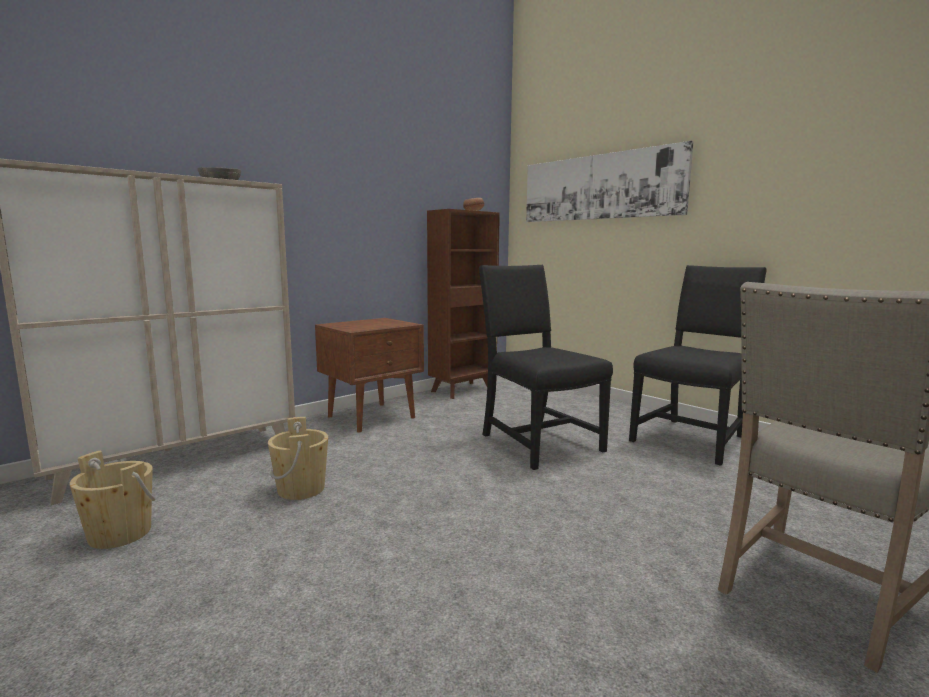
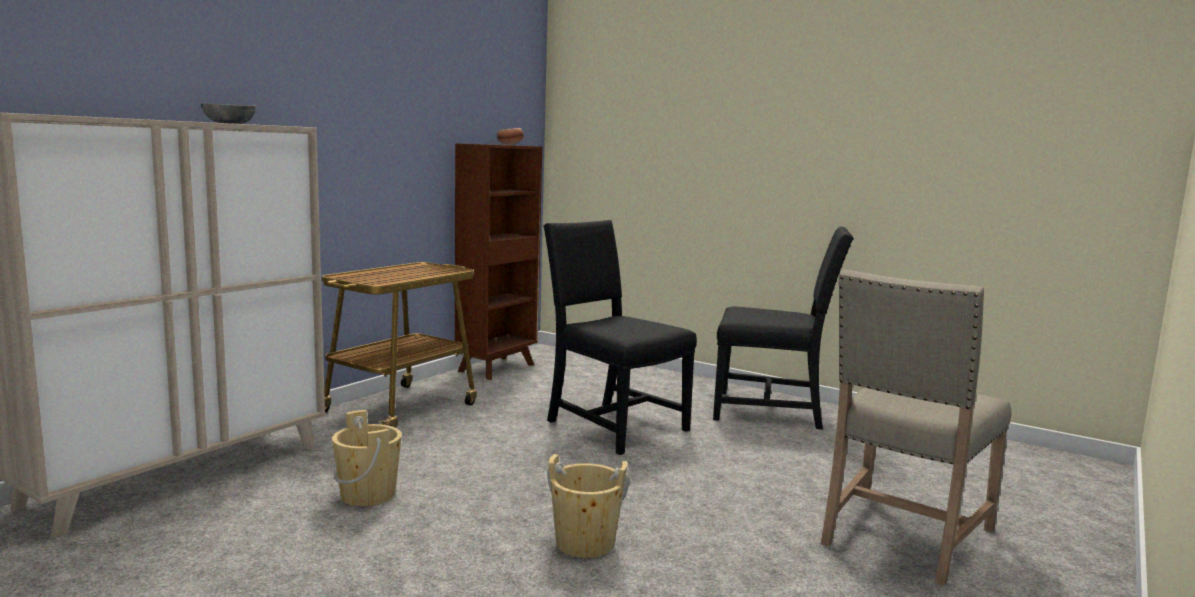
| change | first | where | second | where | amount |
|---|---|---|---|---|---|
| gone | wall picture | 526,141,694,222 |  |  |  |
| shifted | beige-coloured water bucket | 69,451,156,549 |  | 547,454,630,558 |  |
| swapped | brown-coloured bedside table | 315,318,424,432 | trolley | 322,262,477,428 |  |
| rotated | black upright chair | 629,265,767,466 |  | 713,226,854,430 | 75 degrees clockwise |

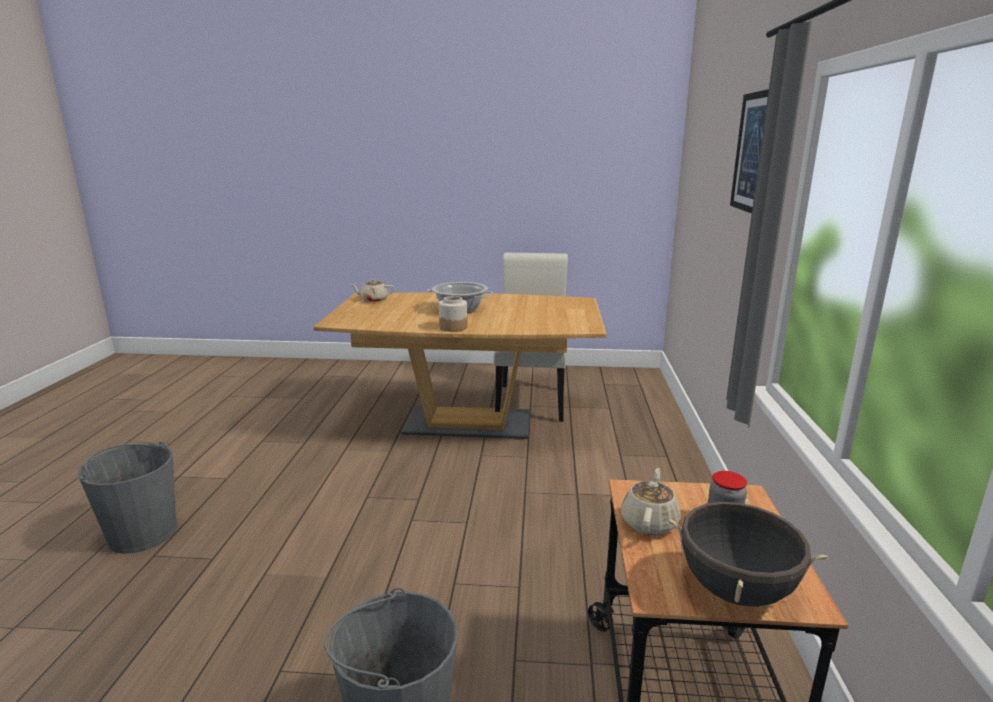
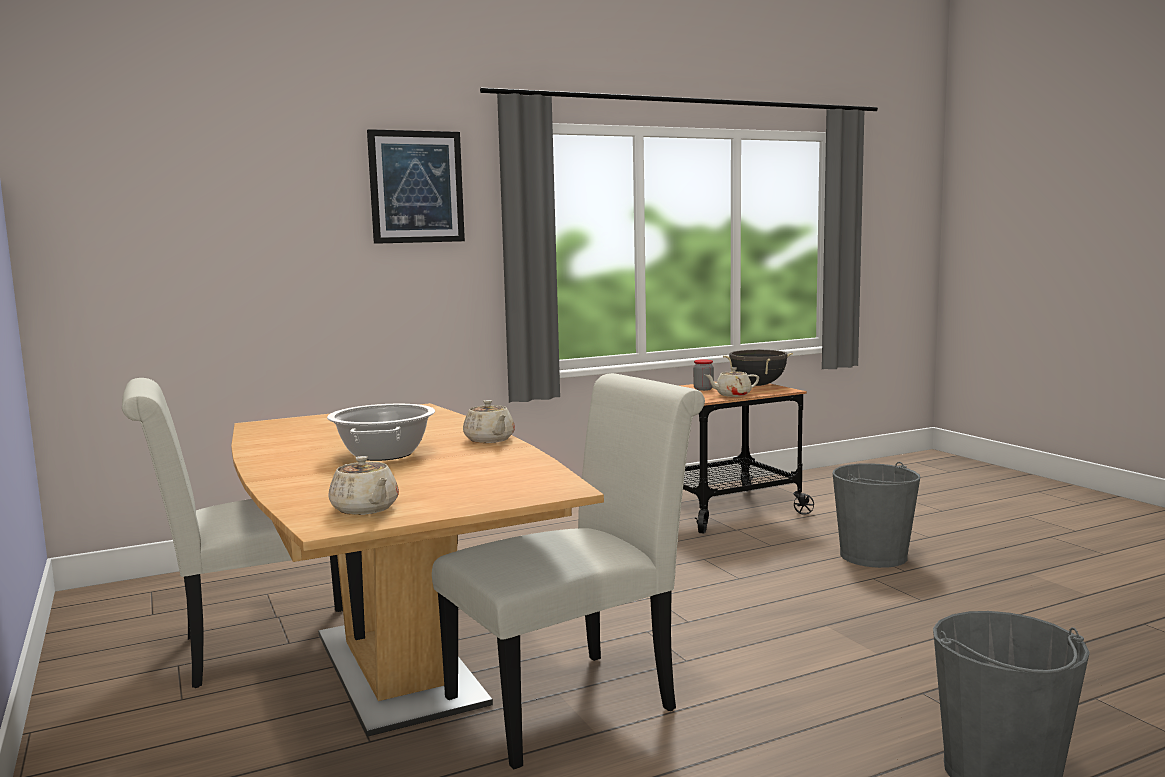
| change | first | where | second | where | amount |
|---|---|---|---|---|---|
| new |  |  | white-coloured upright chair | 432,373,705,769 |  |
| swapped | jar | 439,296,467,332 | beige-coloured pot for tea | 463,400,515,443 |  |

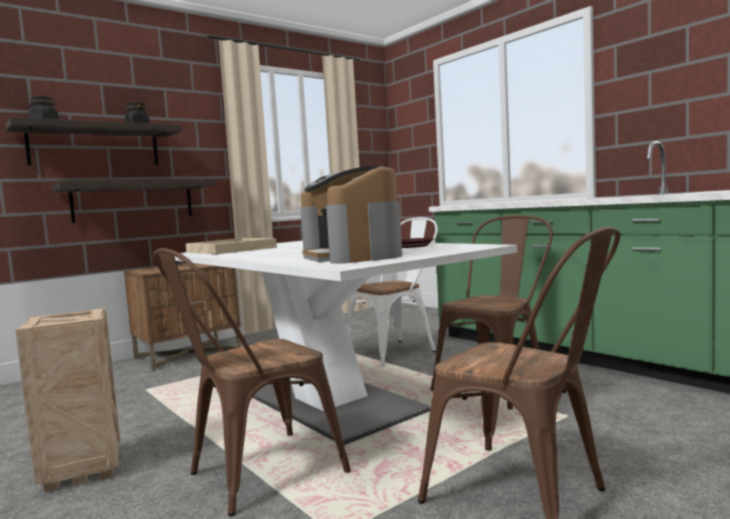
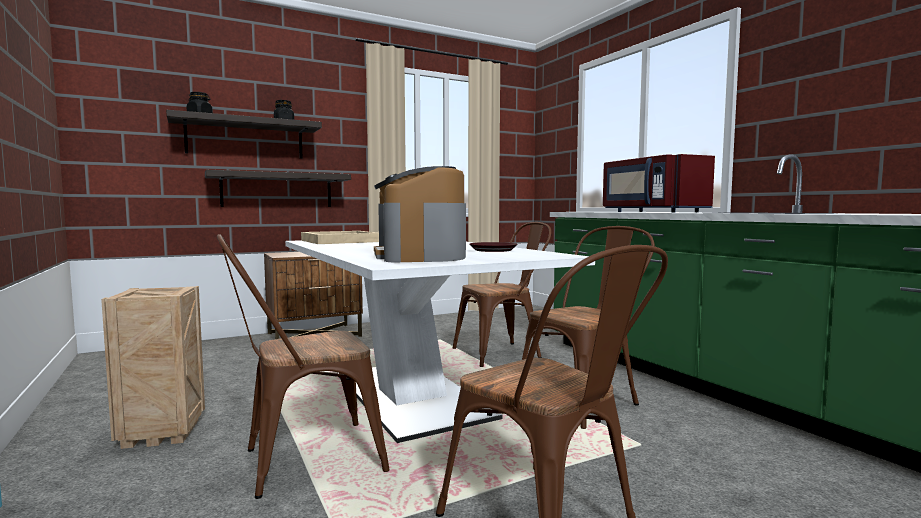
| change | first | where | second | where | amount |
|---|---|---|---|---|---|
| new |  |  | red-coloured microwave oven | 603,154,715,212 |  |
| repainted | white-coloured upright chair | 347,217,438,366 | brown-coloured upright chair | 453,222,551,367 |  |

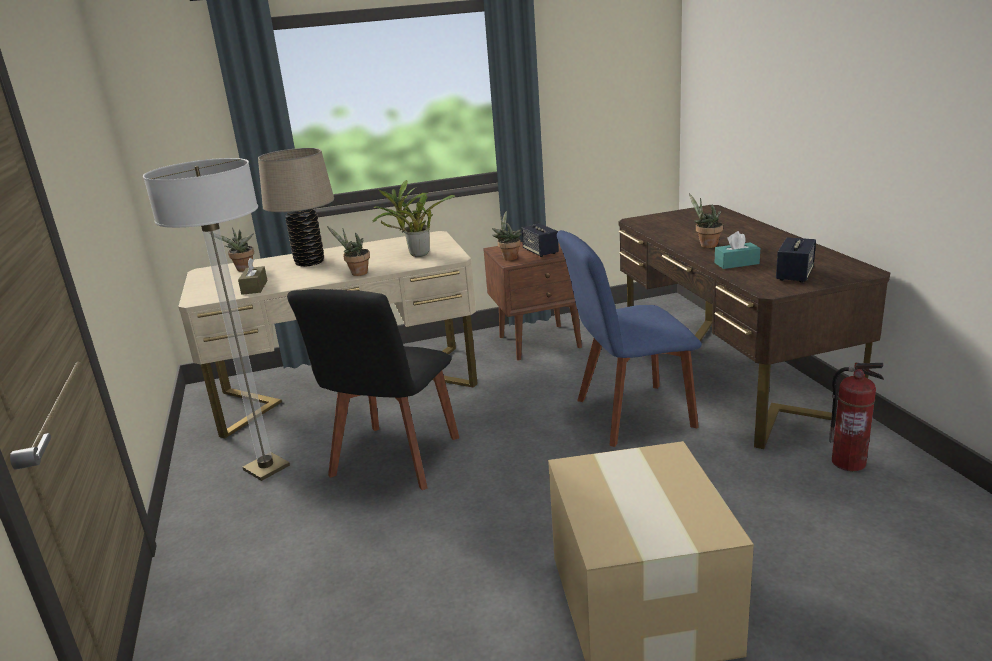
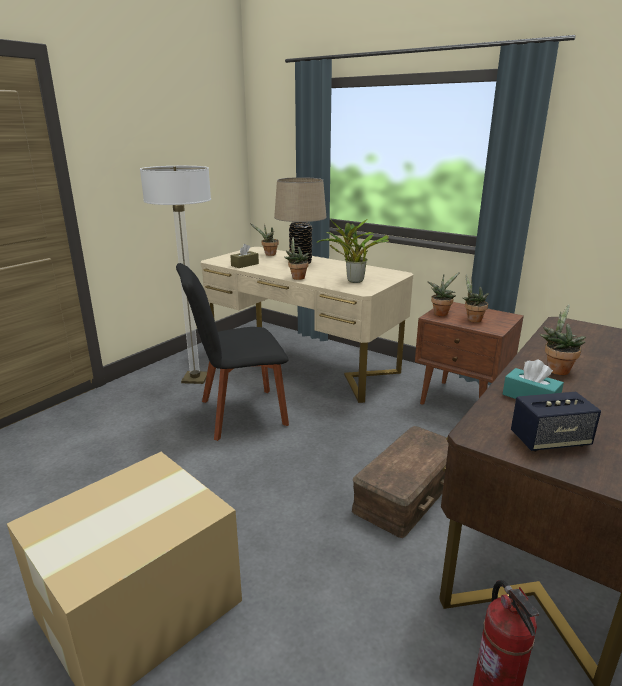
| change | first | where | second | where | amount |
|---|---|---|---|---|---|
| swapped | loudspeaker | 522,224,559,257 | plant in a pot | 463,275,489,322 |  |
| swapped | blue upright chair | 557,230,702,447 | brown-coloured storage bin | 352,426,449,538 |  |

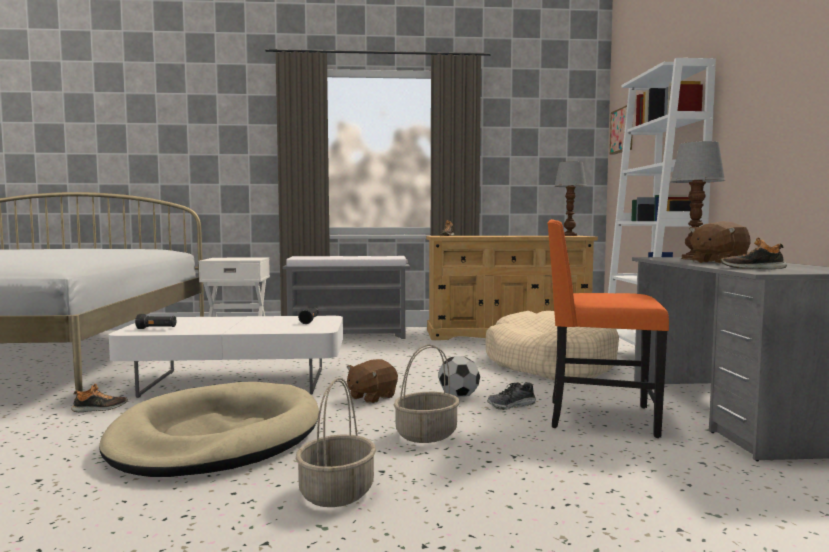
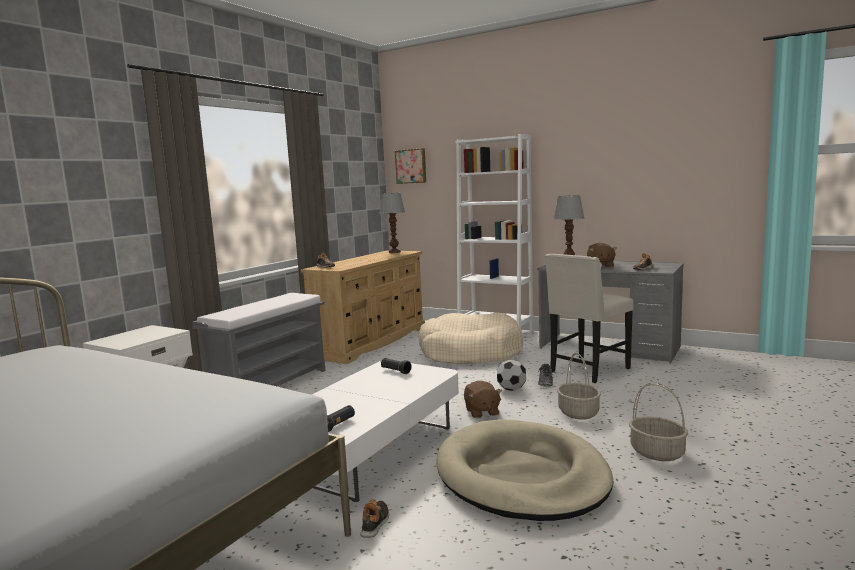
| change | first | where | second | where | amount |
|---|---|---|---|---|---|
| repainted | orangey upright chair | 547,219,669,438 | beige-coloured upright chair | 545,254,633,383 |  |

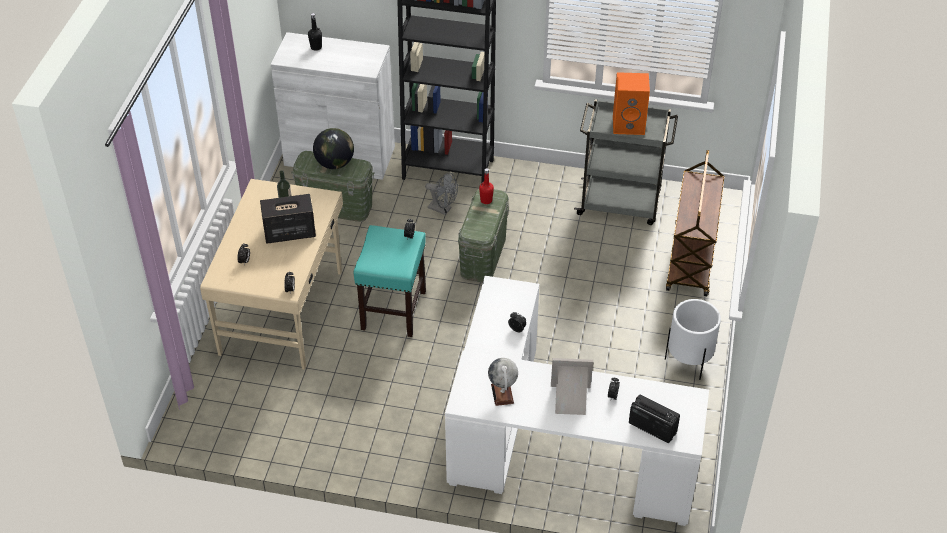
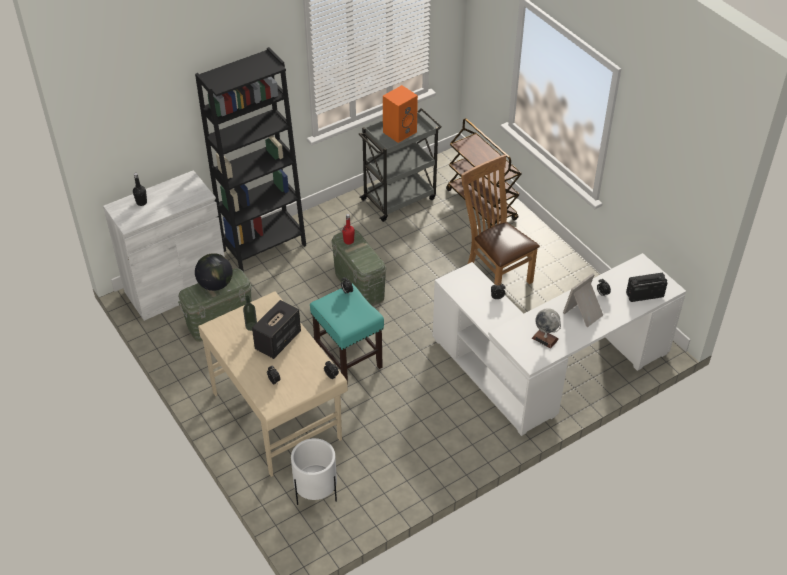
| change | first | where | second | where | amount |
|---|---|---|---|---|---|
| gone | greyish electric fan | 425,173,458,215 |  |  |  |
| new |  |  | brown-coloured upright chair | 461,154,540,285 |  |
| shifted | white-coloured planter | 665,299,721,380 |  | 291,438,337,505 |  |

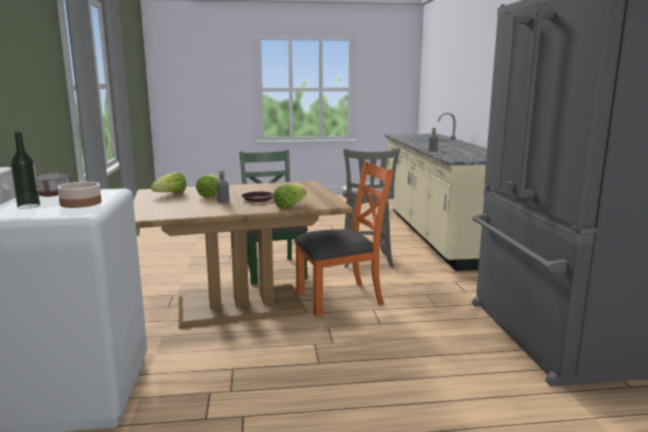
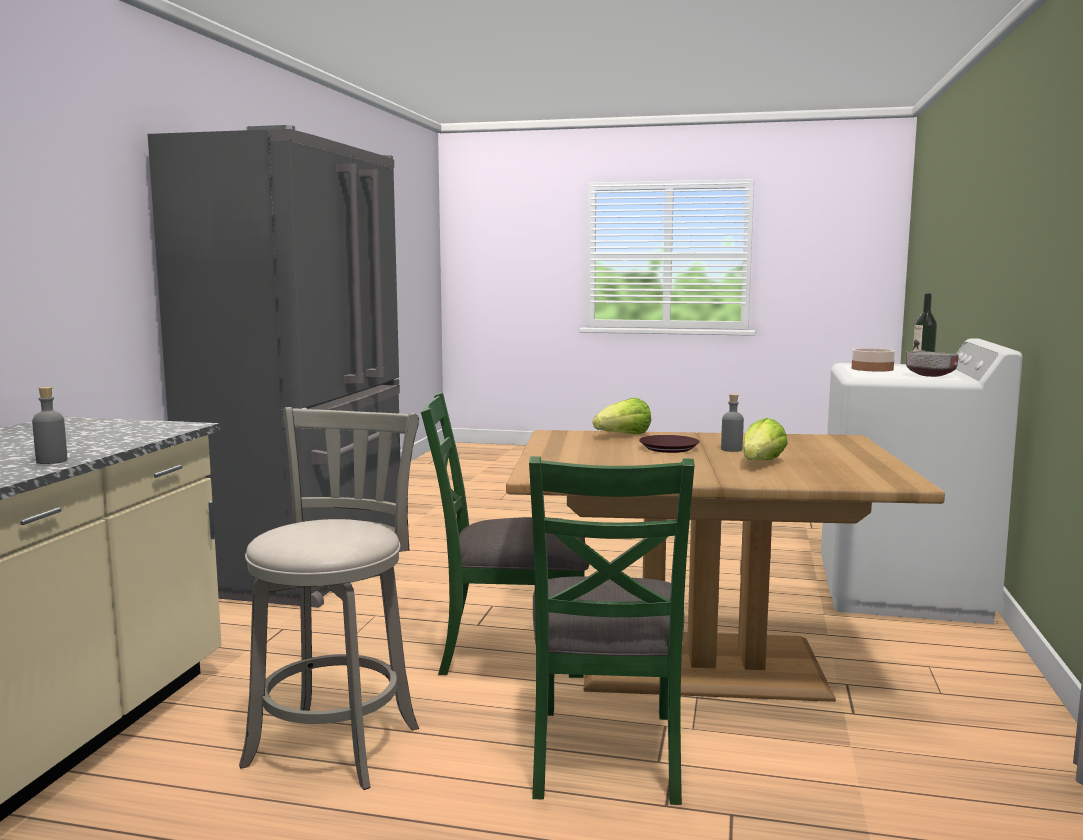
| change | first | where | second | where | amount |
|---|---|---|---|---|---|
| gone | lettuce | 151,172,186,193 |  |  |  |
| repainted | orangey upright chair | 294,161,394,317 | green-coloured upright chair | 421,392,589,678 |  |

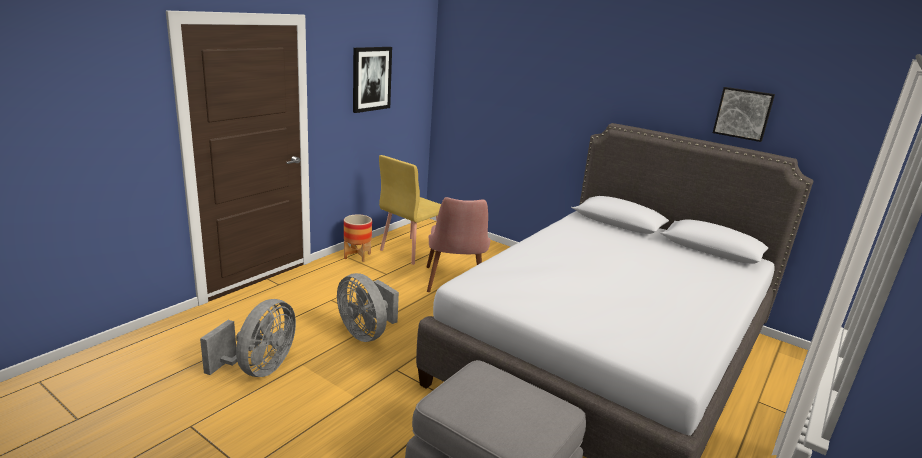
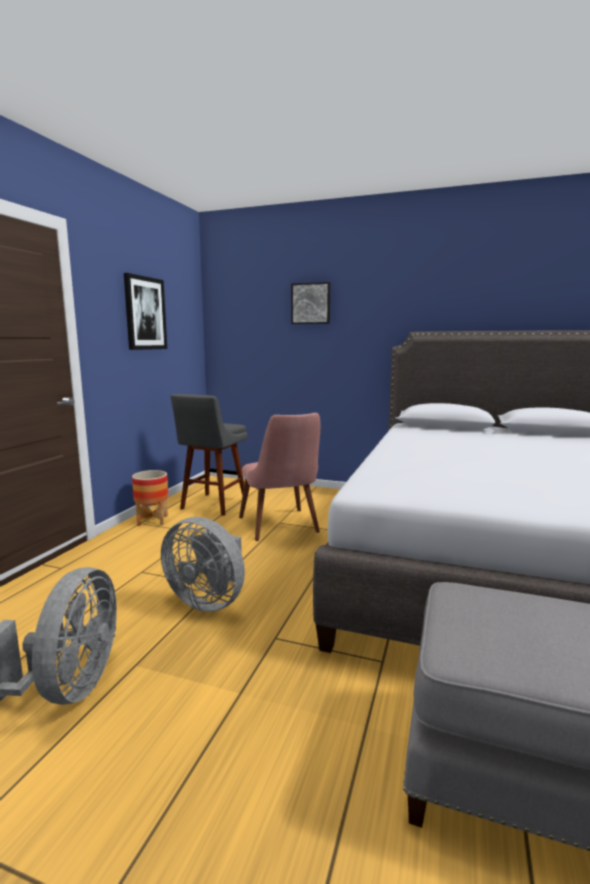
| change | first | where | second | where | amount |
|---|---|---|---|---|---|
| shifted | wall picture | 713,87,775,142 |  | 291,282,330,324 |  |
| swapped | yellowish upright chair | 379,155,441,265 | greyish stool | 171,394,247,516 |  |

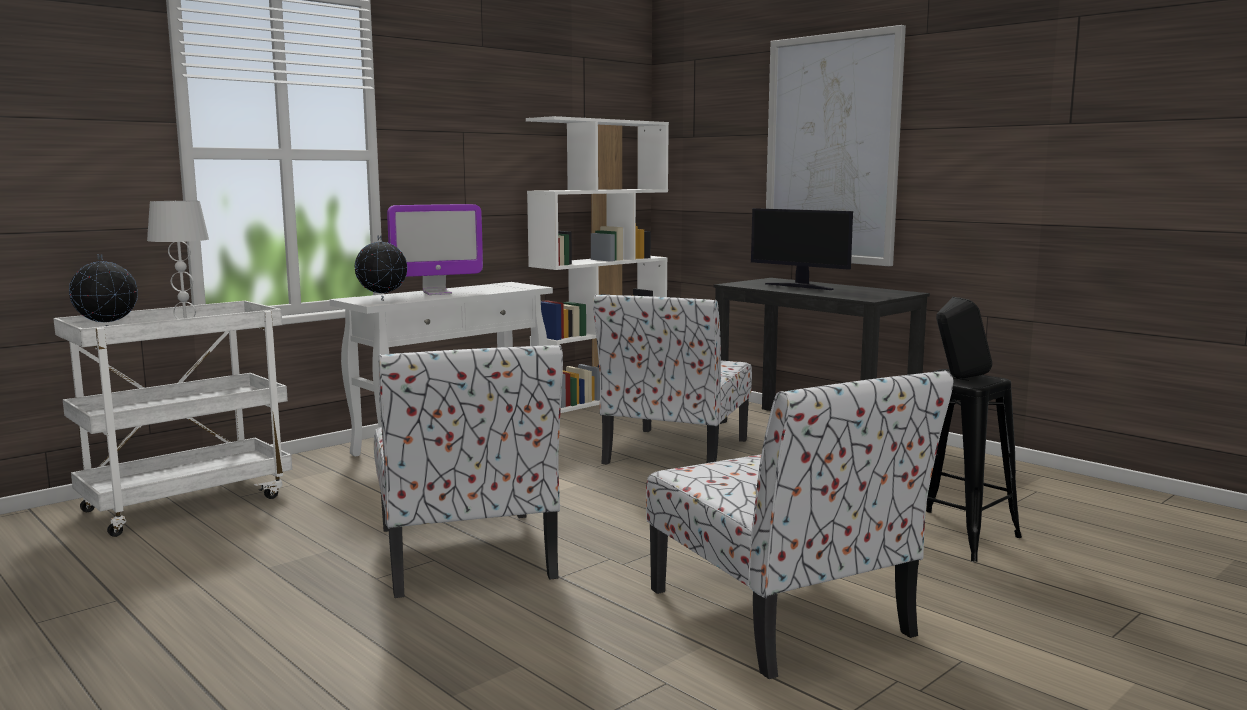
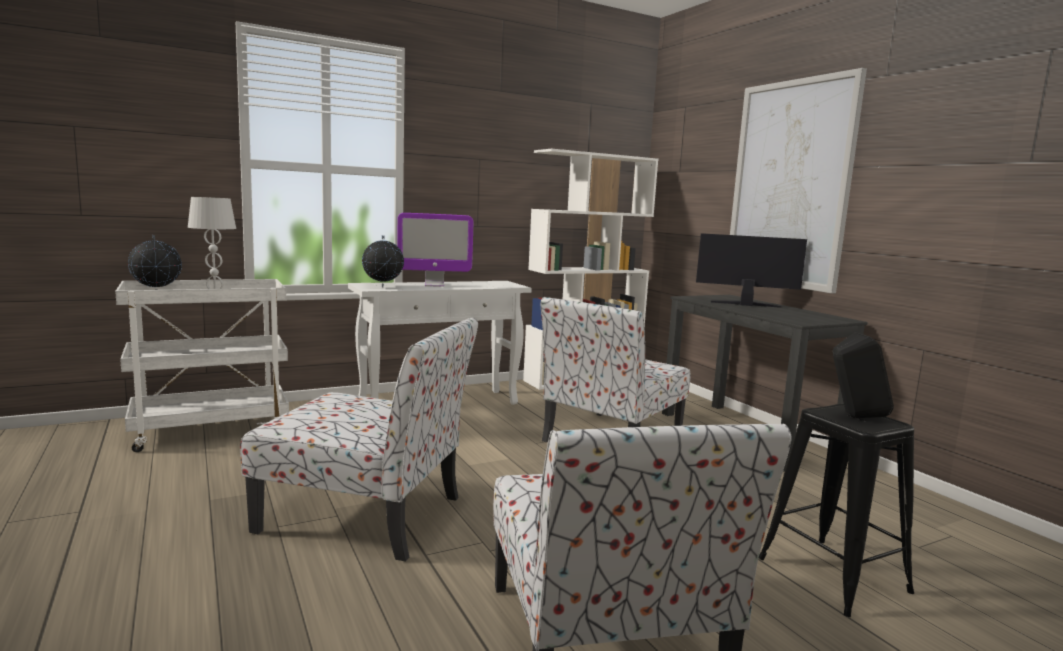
| change | first | where | second | where | amount |
|---|---|---|---|---|---|
| rotated | upright chair | 374,345,563,598 |  | 240,318,478,561 | 75 degrees counterclockwise |
| rotated | computer display | 751,208,853,290 |  | 696,233,807,308 | 135 degrees clockwise |

